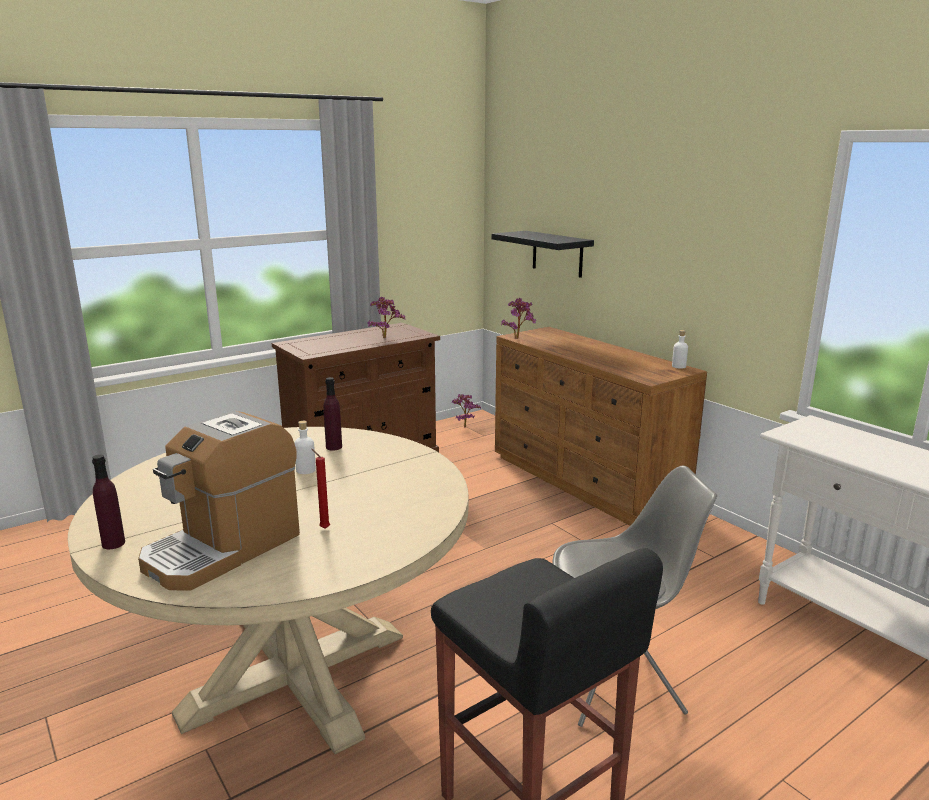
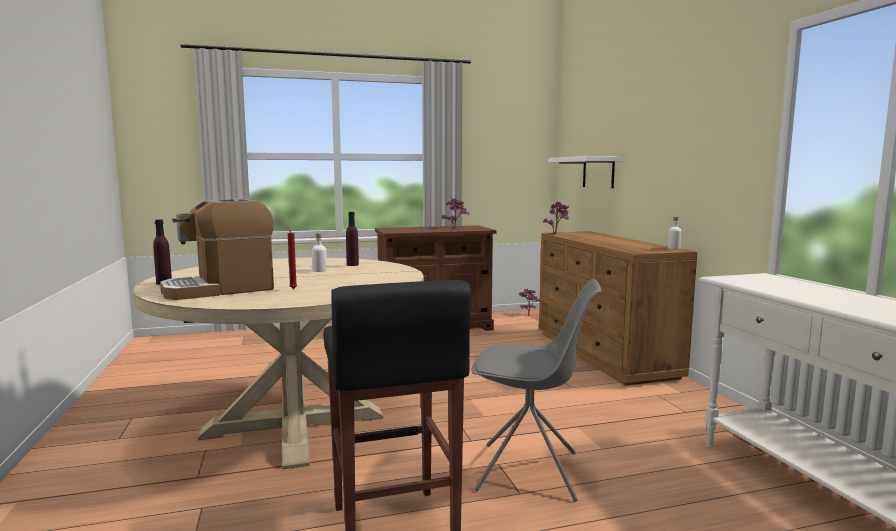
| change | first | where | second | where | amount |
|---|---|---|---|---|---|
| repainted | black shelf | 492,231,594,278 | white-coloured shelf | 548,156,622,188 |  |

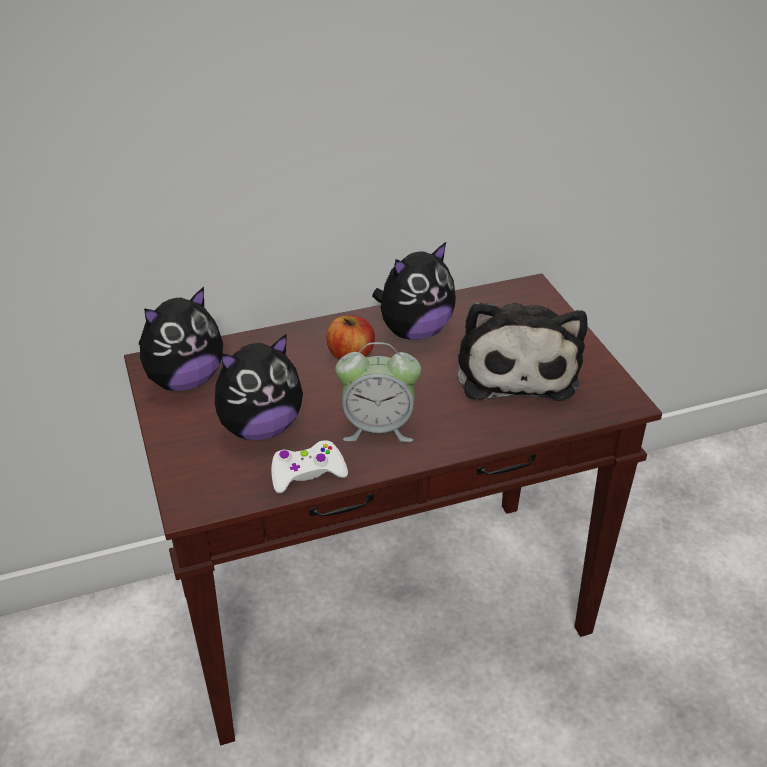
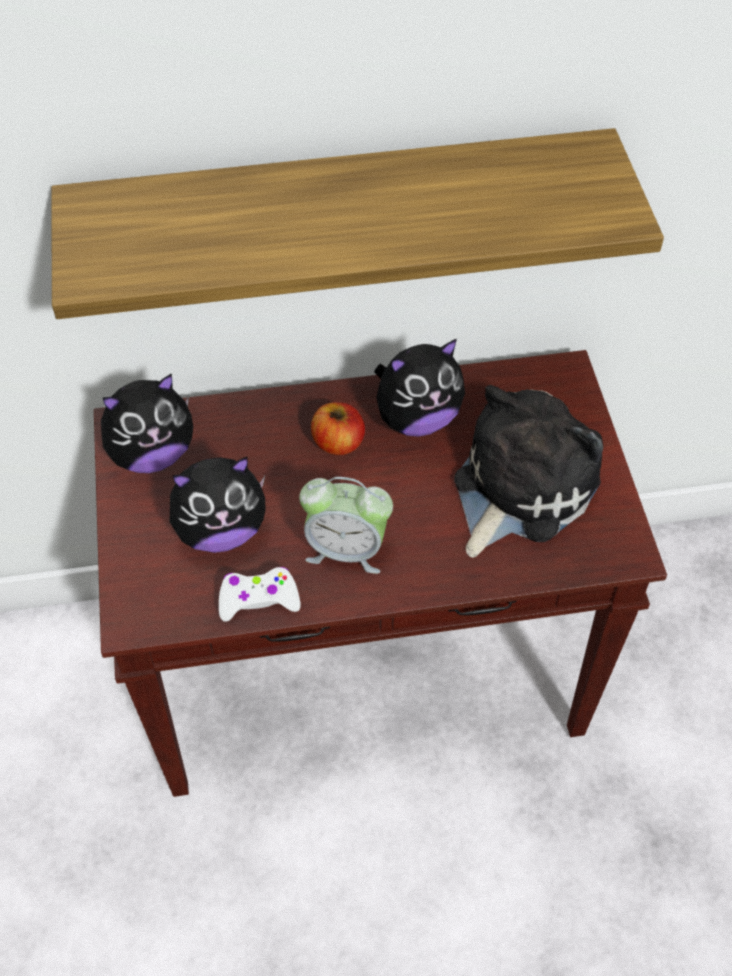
| change | first | where | second | where | amount |
|---|---|---|---|---|---|
| new |  |  | shelf | 51,128,664,319 |  |
| rotated | soft toy | 458,302,587,401 |  | 454,385,603,558 | 150 degrees counterclockwise |

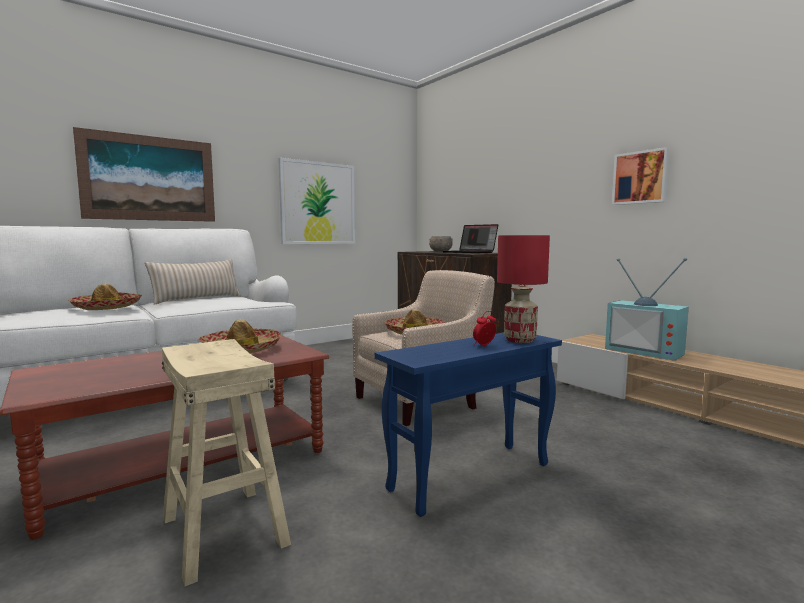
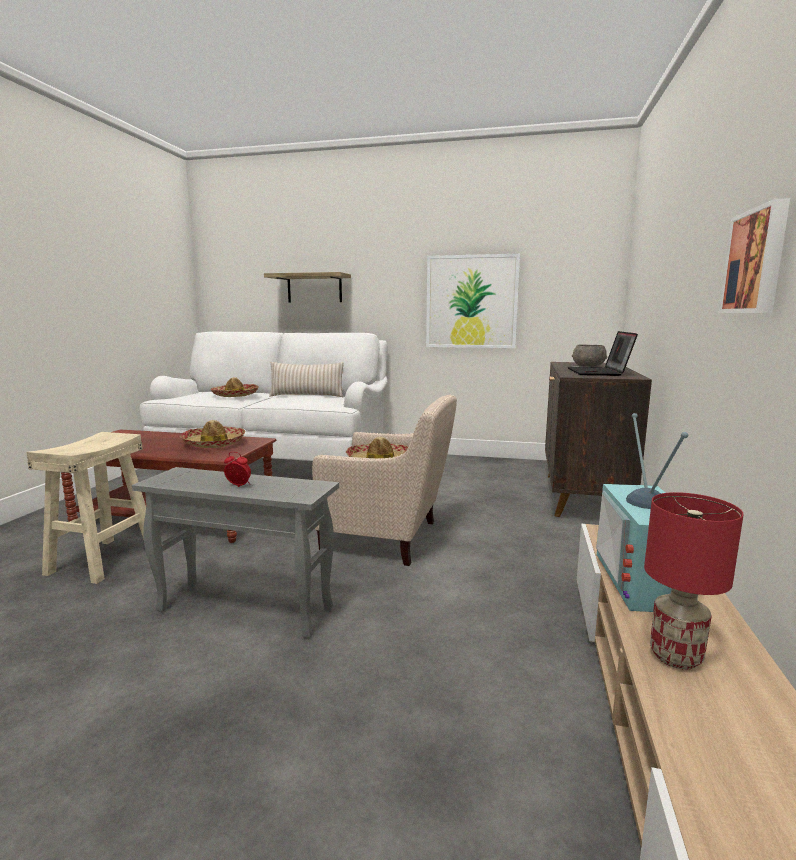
| change | first | where | second | where | amount |
|---|---|---|---|---|---|
| shifted | red-coloured table lamp | 497,235,550,343 |  | 644,492,744,670 |  |
| swapped | wall picture | 73,127,215,222 | shelf | 264,272,351,303 |  |
| repainted | blue accent table | 375,332,562,517 | greyish accent table | 132,467,339,639 |  |

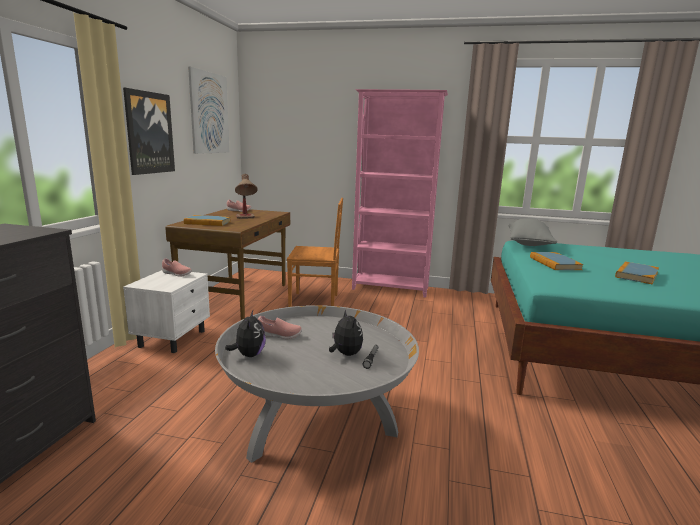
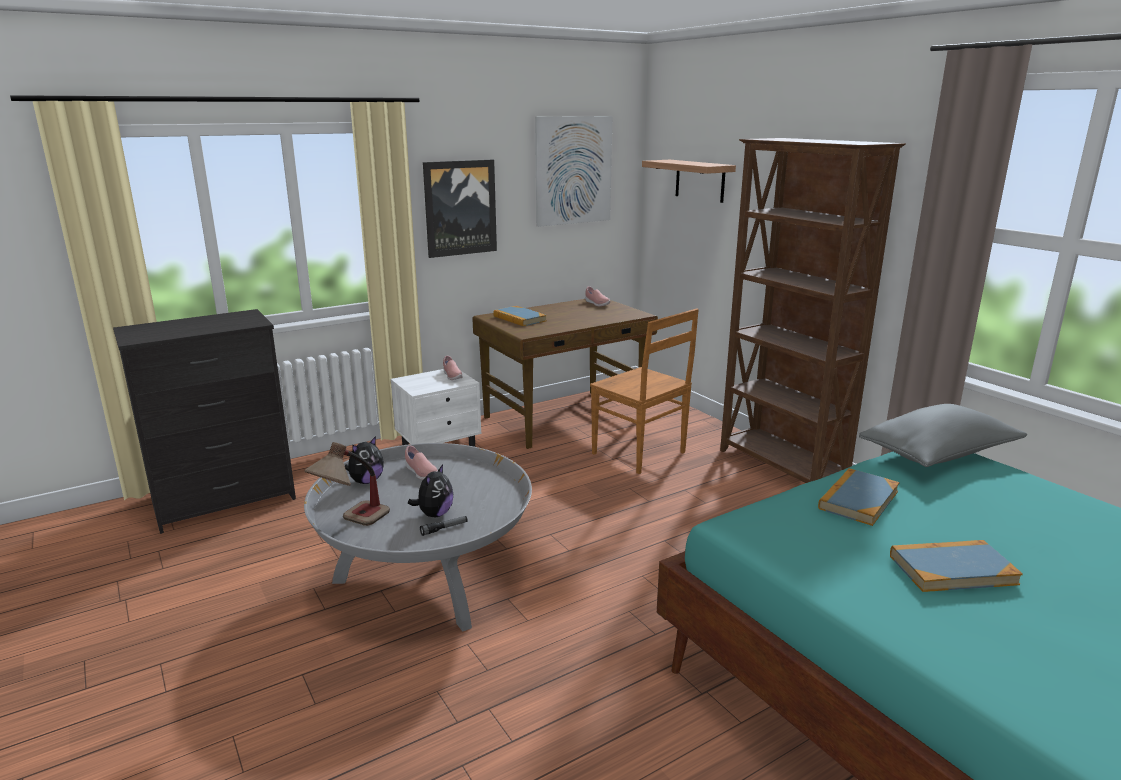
| change | first | where | second | where | amount |
|---|---|---|---|---|---|
| new |  |  | shelf | 642,160,736,203 |  |
| shifted | table lamp | 235,174,258,219 |  | 304,442,390,526 |  |
| repainted | pinkish shelving unit | 352,89,448,298 | brown-coloured shelving unit | 720,138,906,483 |  |

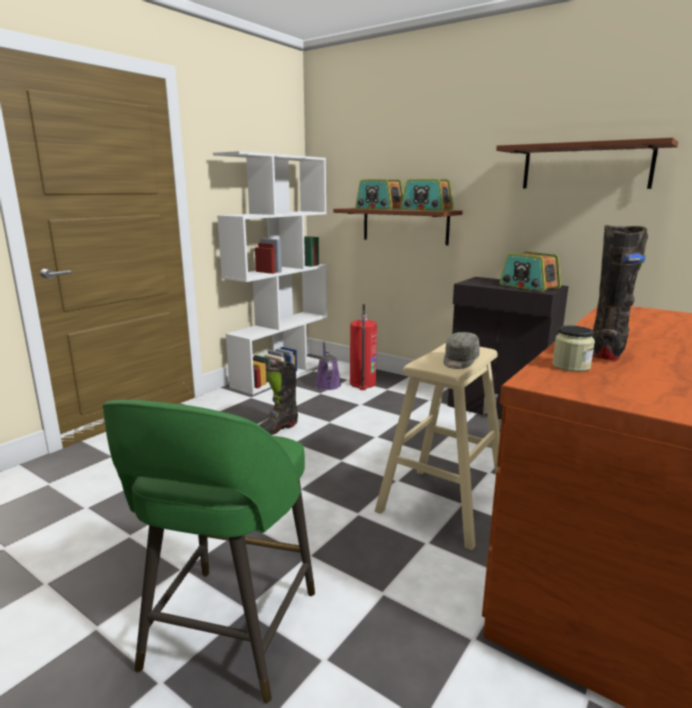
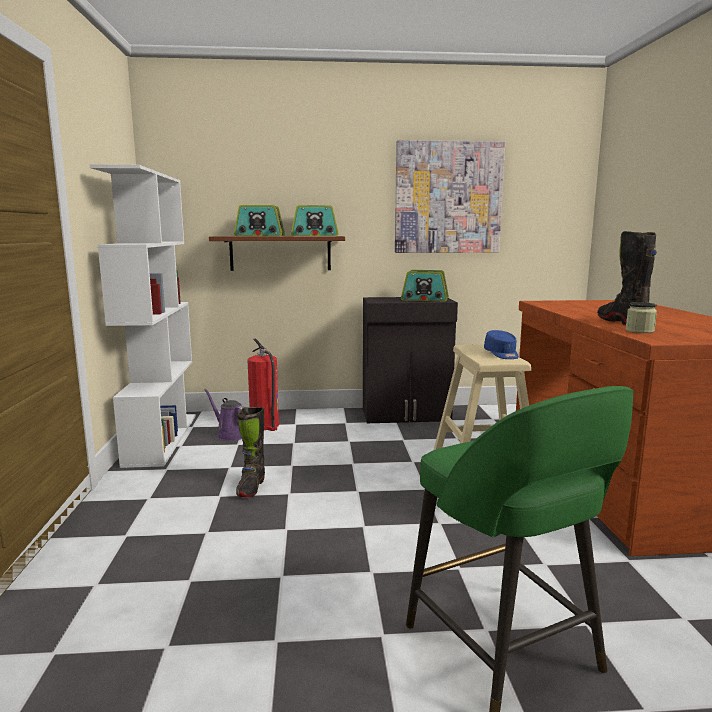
| change | first | where | second | where | amount |
|---|---|---|---|---|---|
| swapped | brown-coloured shelf | 496,137,678,189 | wall picture | 395,140,505,253 |  |
| repainted | greyish peaked cap | 444,332,480,369 | blue peaked cap | 484,330,519,359 |  |

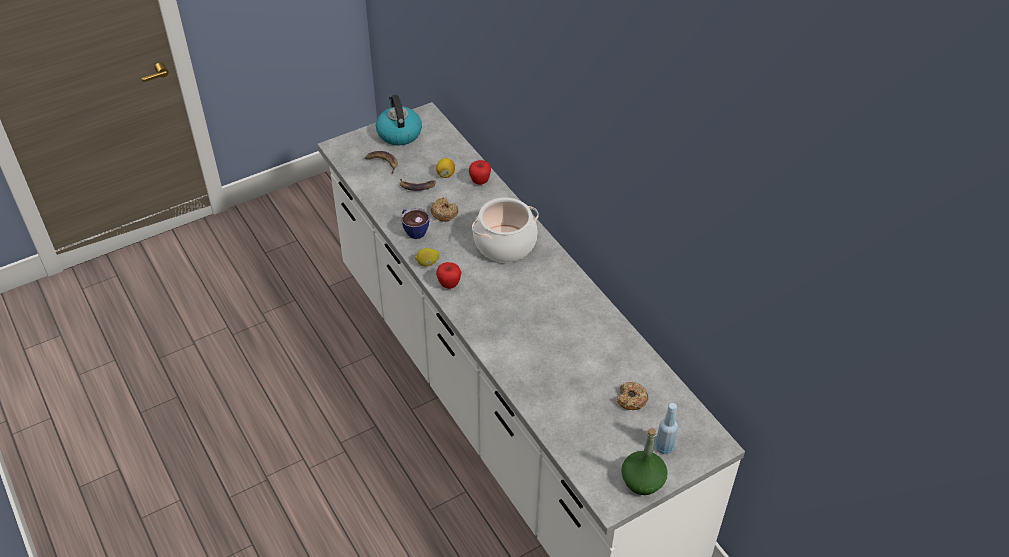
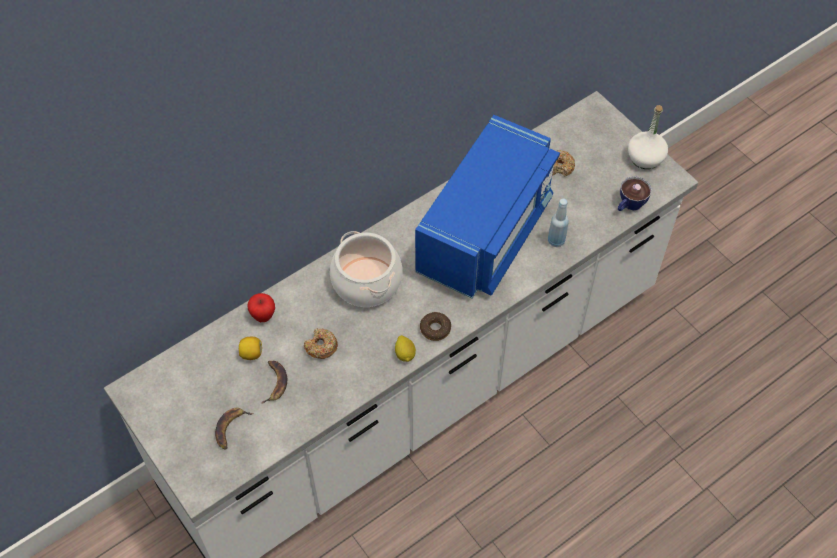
| change | first | where | second | where | amount |
|---|---|---|---|---|---|
| gone | kettle | 376,95,422,146 |  |  |  |
| new |  |  | blue microwave oven | 415,115,560,299 |  |
| shifted | drinking cup | 401,208,429,239 |  | 618,176,652,211 |  |
| shifted | blue drink bottle | 655,403,678,454 |  | 548,199,569,247 |  |
| swapped | apple fruit | 436,262,462,289 | doughnut | 420,312,451,341 |  |
| repainted | green-coloured drink bottle | 621,428,668,495 | white-coloured drink bottle | 628,105,668,169 |  |

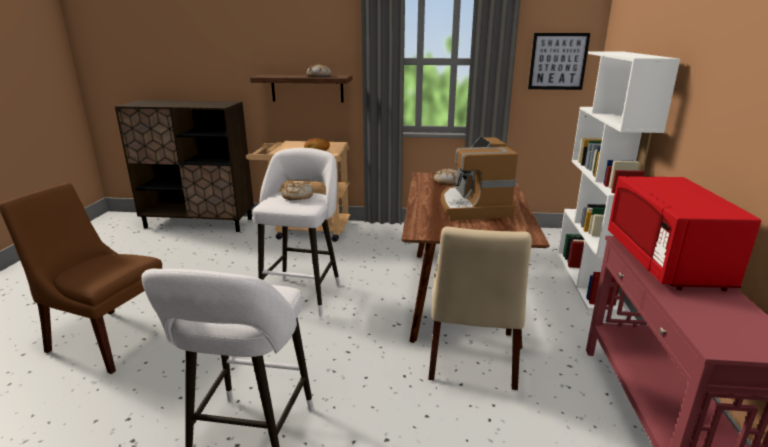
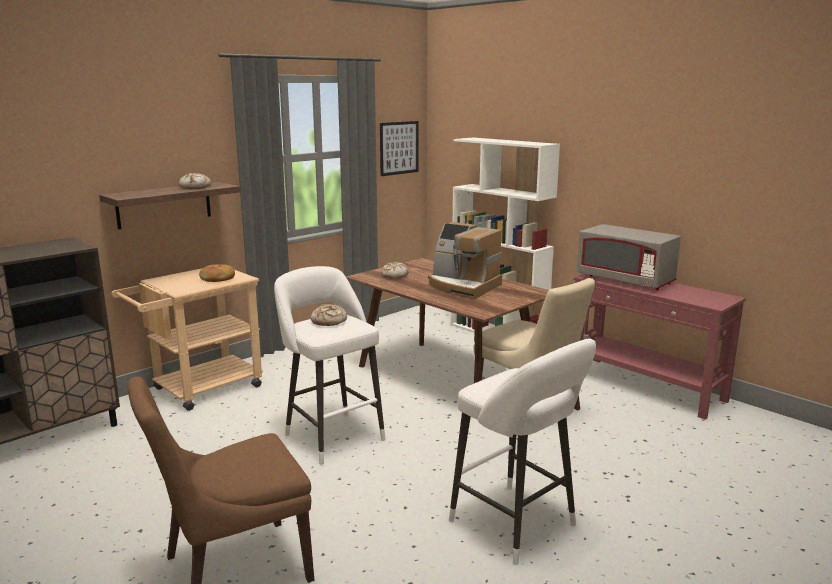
| change | first | where | second | where | amount |
|---|---|---|---|---|---|
| repainted | red-coloured microwave oven | 608,176,761,291 | greyish microwave oven | 577,224,681,290 |  |

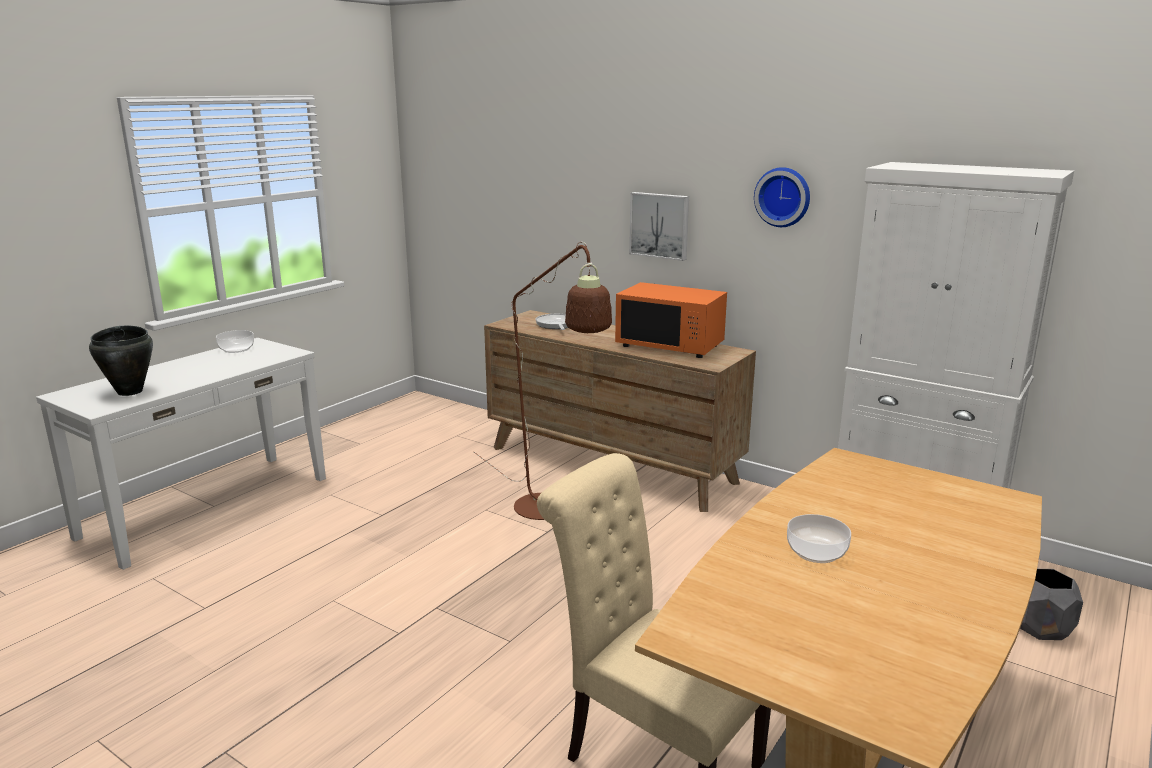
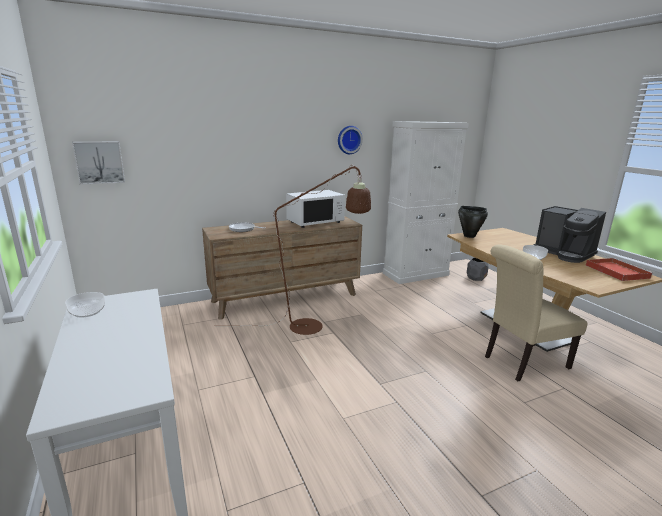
| change | first | where | second | where | amount |
|---|---|---|---|---|---|
| new |  |  | coffee machine | 534,206,606,263 |  |
| new |  |  | red-coloured tray | 586,258,653,281 |  |
| shifted | black cooking pot | 89,326,153,396 |  | 458,206,488,238 |  |
| shifted | wall picture | 629,192,689,261 |  | 72,142,125,185 |  |
| repainted | orangey microwave oven | 615,282,727,358 | white-coloured microwave oven | 286,190,345,228 |  |

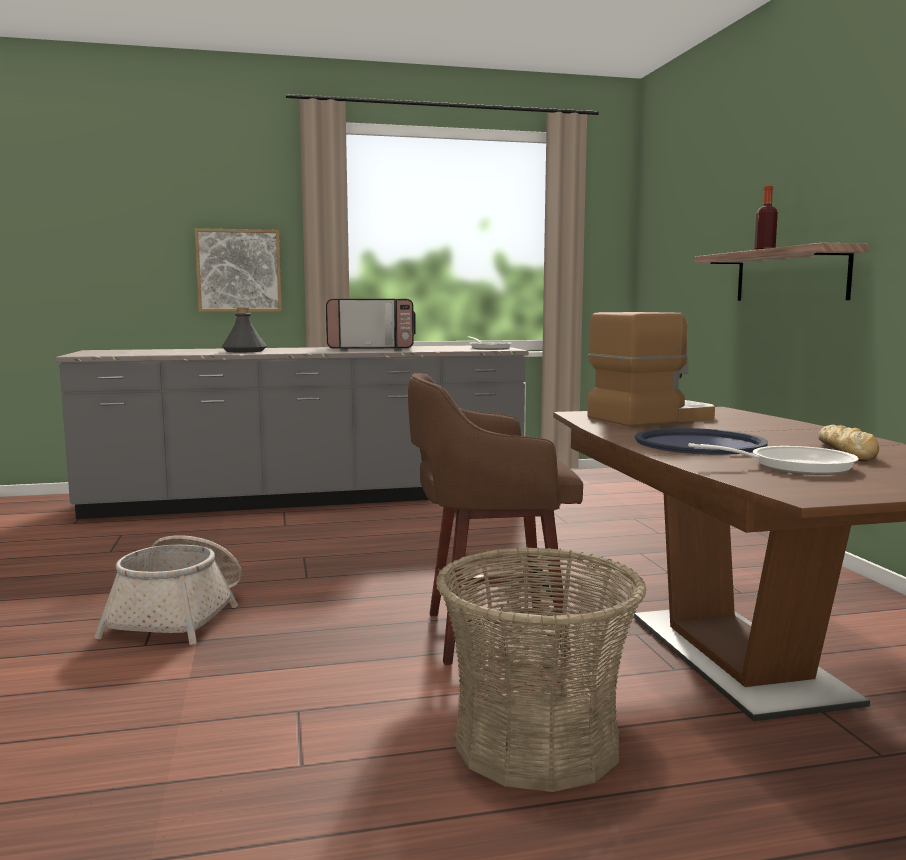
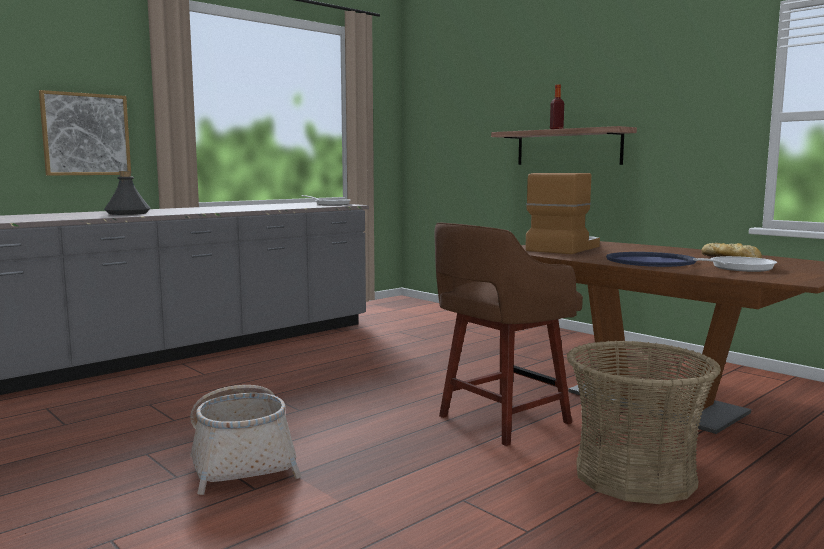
| change | first | where | second | where | amount |
|---|---|---|---|---|---|
| gone | microwave oven | 326,299,416,350 |  |  |  |

